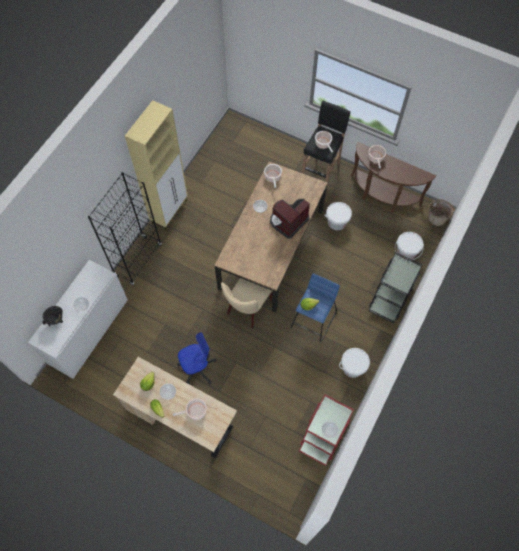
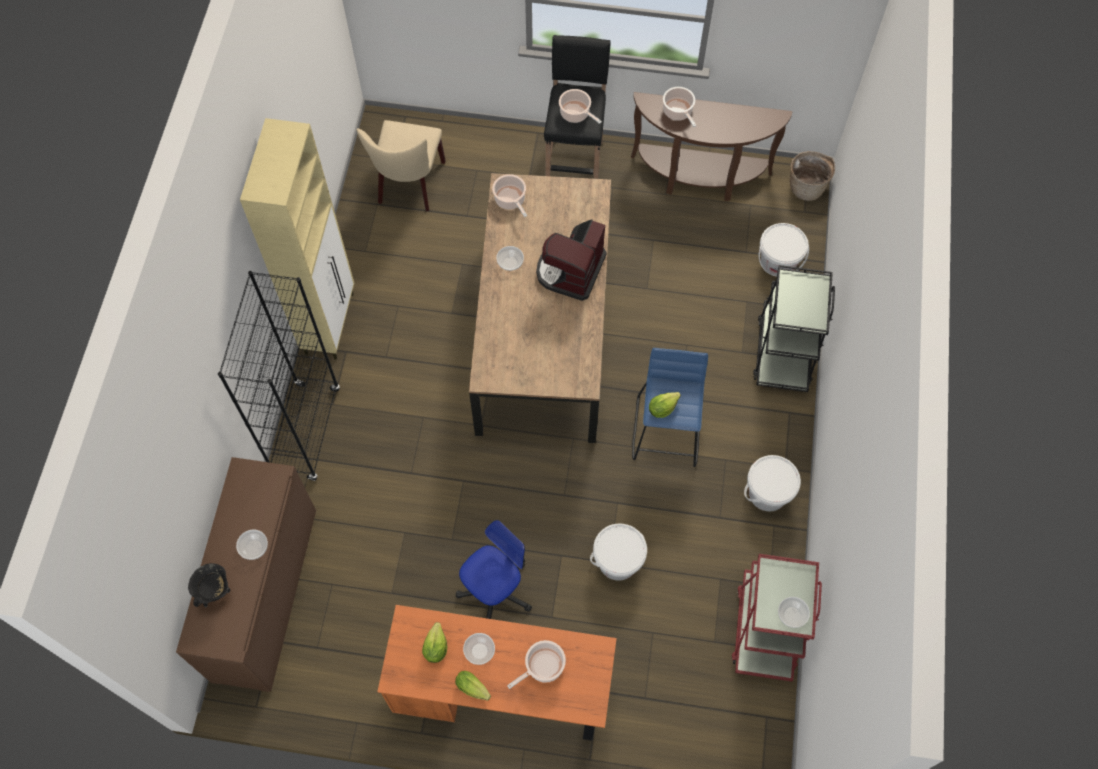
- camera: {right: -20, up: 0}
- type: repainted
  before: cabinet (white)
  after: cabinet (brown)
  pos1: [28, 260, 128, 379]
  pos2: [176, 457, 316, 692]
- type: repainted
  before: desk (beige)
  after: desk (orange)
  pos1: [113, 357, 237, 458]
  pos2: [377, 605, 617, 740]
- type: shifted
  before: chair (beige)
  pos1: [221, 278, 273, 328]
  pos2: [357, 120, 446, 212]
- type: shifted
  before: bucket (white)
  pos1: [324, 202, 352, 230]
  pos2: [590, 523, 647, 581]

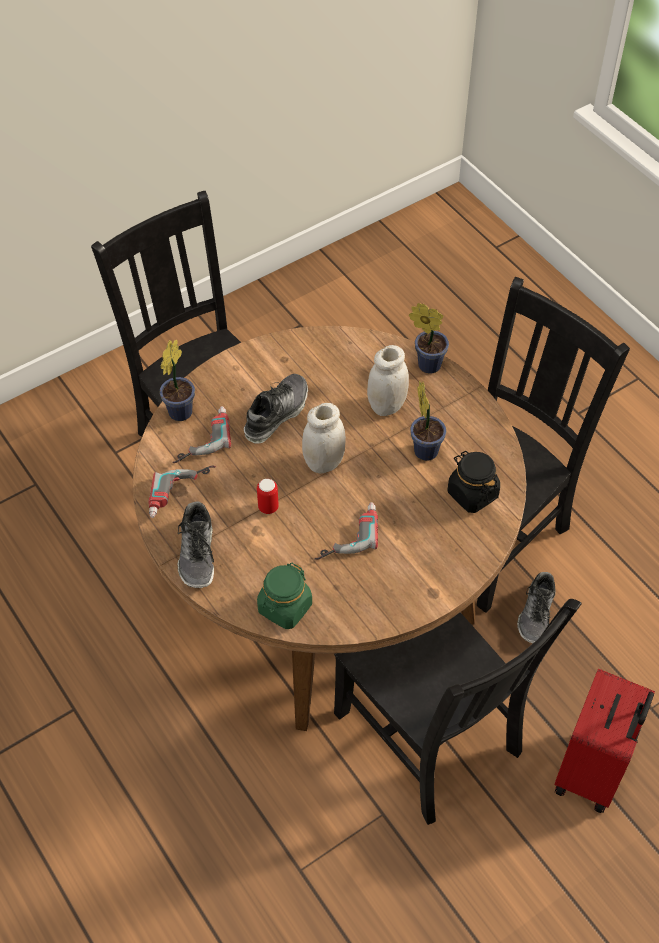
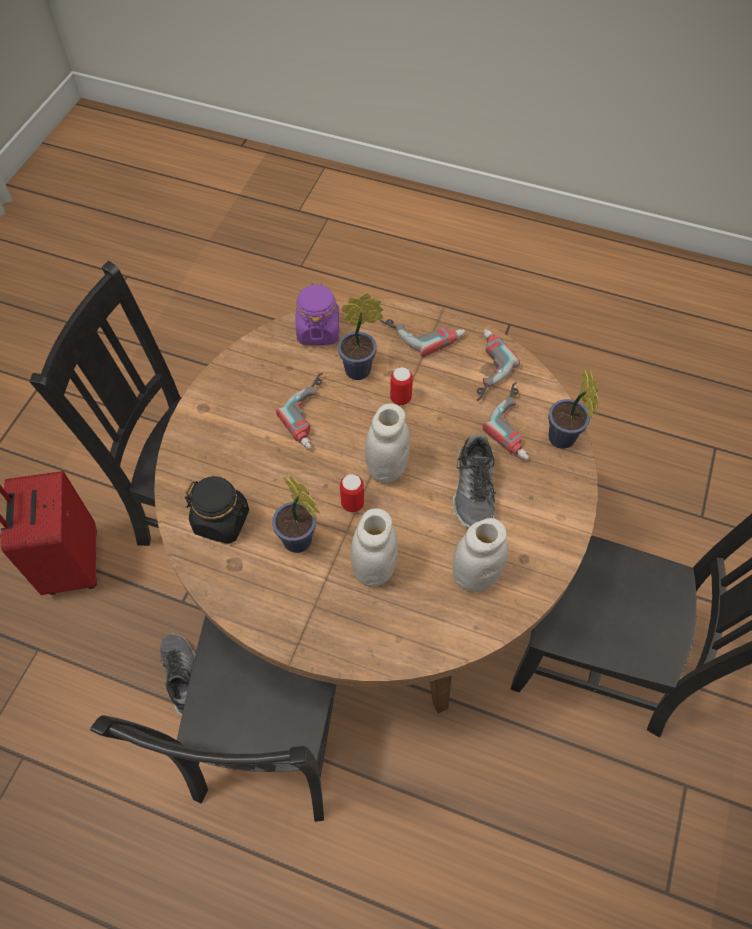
- camera: {right: 145, up: 5}
- type: swapped
  before: shoe
  after: power drill
  pos1: [178, 502, 214, 588]
  pos2: [380, 319, 465, 357]
- type: repainted
  before: jar (green)
  after: jar (purple)
  pos1: [257, 563, 312, 629]
  pos2: [296, 283, 339, 345]
- type: shifted
  before: potted plant
  pos1: [409, 303, 449, 374]
  pos2: [338, 293, 383, 380]
- type: new
  after: can
  pos2: [340, 474, 364, 512]
- type: new
  after: jar (white)
  pos2: [452, 518, 508, 592]

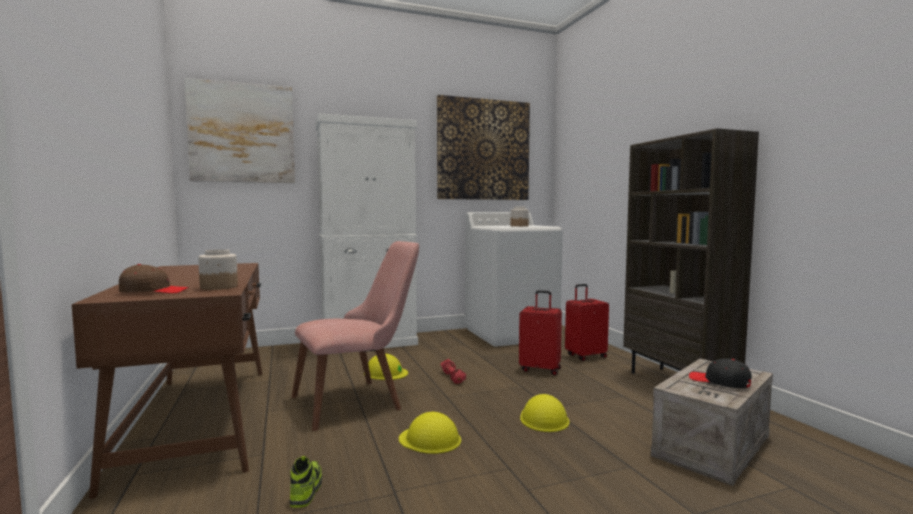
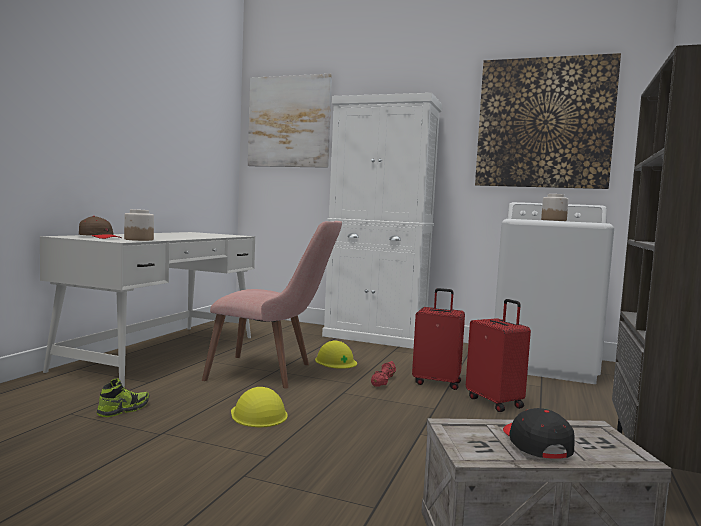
- camera: {right: 40, up: 0}
- type: repainted
  before: desk (brown)
  after: desk (white)
  pos1: [72, 263, 262, 499]
  pos2: [40, 232, 255, 387]
- type: gone
  before: hard hat (yellow)
  pos1: [520, 394, 570, 432]
- type: shifted
  before: suitcase (red)
  pos1: [565, 284, 609, 361]
  pos2: [412, 288, 465, 390]

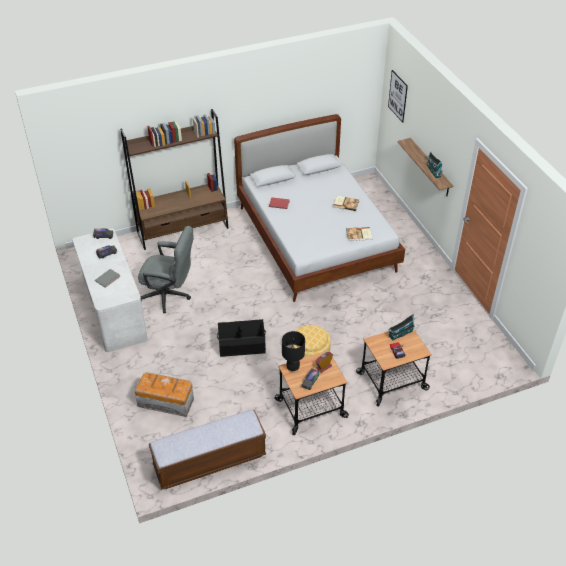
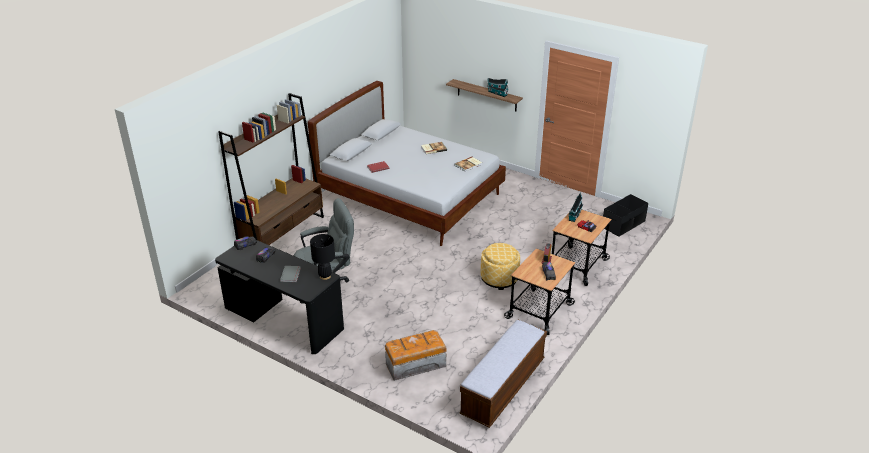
- camera: {right: -35, up: -10}
- type: repainted
  before: desk (white)
  after: desk (black)
  pos1: [72, 229, 148, 352]
  pos2: [215, 240, 344, 354]
- type: shifted
  before: storage box (black)
  pos1: [217, 319, 266, 357]
  pos2: [603, 194, 648, 237]
- type: shifted
  before: table lamp (black)
  pos1: [282, 331, 305, 373]
  pos2: [310, 234, 335, 280]
- type: gone
  before: picture
  pos1: [388, 70, 408, 123]

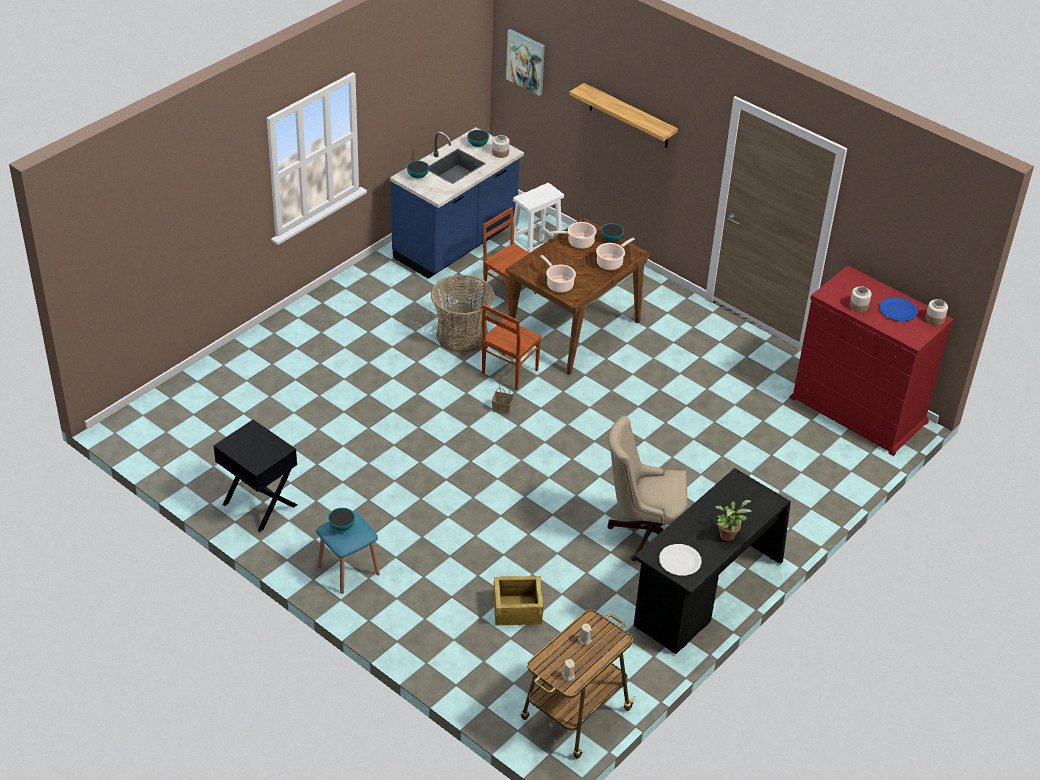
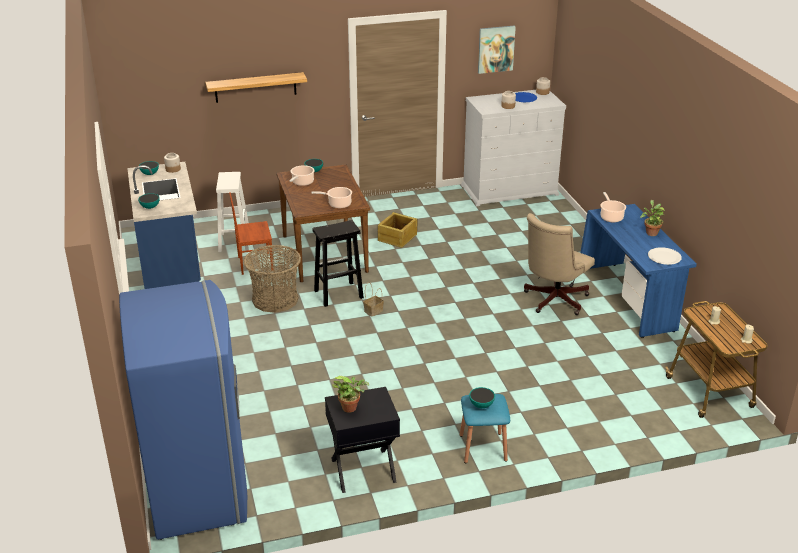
- camera: {right: -55, up: -10}
- type: swapped
  before: chair (brown)
  after: stool (black)
  pos1: [482, 304, 542, 390]
  pos2: [312, 220, 364, 307]
- type: shifted
  before: crate
  pos1: [494, 576, 544, 625]
  pos2: [378, 212, 417, 248]
- type: shifted
  before: picture
  pos1: [506, 29, 545, 96]
  pos2: [478, 26, 516, 74]
- type: shifted
  before: cooking pot
  pos1: [596, 238, 635, 270]
  pos2: [600, 192, 626, 222]
- type: repainted
  before: desk (black)
  after: desk (blue)
  pos1: [633, 468, 791, 654]
  pos2: [580, 204, 697, 338]
- type: repainted
  before: dresser (red)
  after: dresser (white)
  pos1: [789, 266, 954, 456]
  pos2: [461, 90, 566, 207]
- type: new
  after: fridge (blue)
  pos2: [119, 280, 247, 540]
- type: new
  after: potted plant
  pos2: [332, 376, 370, 413]

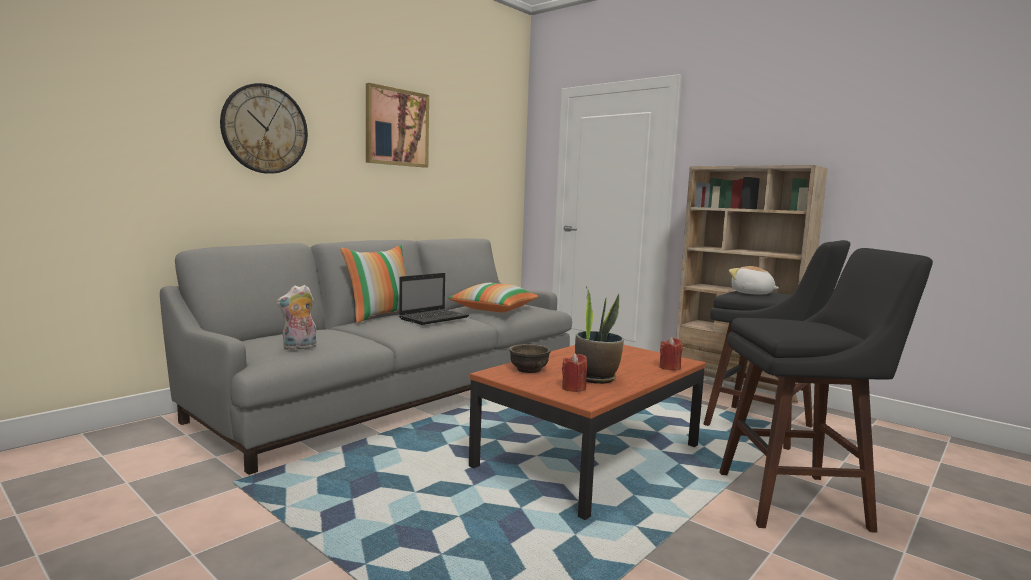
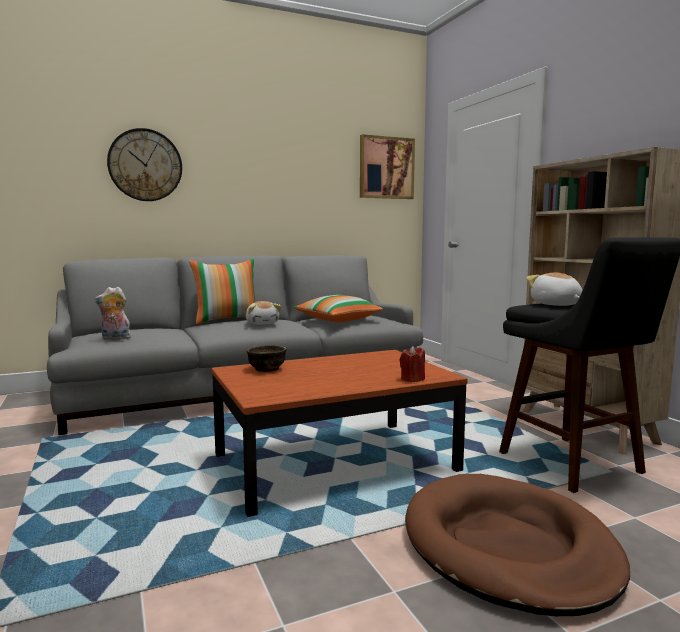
- camera: {right: 25, up: 0}
- type: shifted
  before: picture
  pos1: [366, 83, 429, 168]
  pos2: [360, 134, 415, 199]
- type: swapped
  before: laptop
  after: plush toy
  pos1: [399, 273, 469, 325]
  pos2: [246, 301, 281, 325]
- type: gone
  before: candle (red)
  pos1: [562, 353, 587, 392]
- type: gone
  before: potted plant
  pos1: [575, 287, 624, 384]
- type: swapped
  before: stool (black)
  after: dog bed (brown)
  pos1: [720, 248, 933, 533]
  pos2: [405, 474, 630, 616]

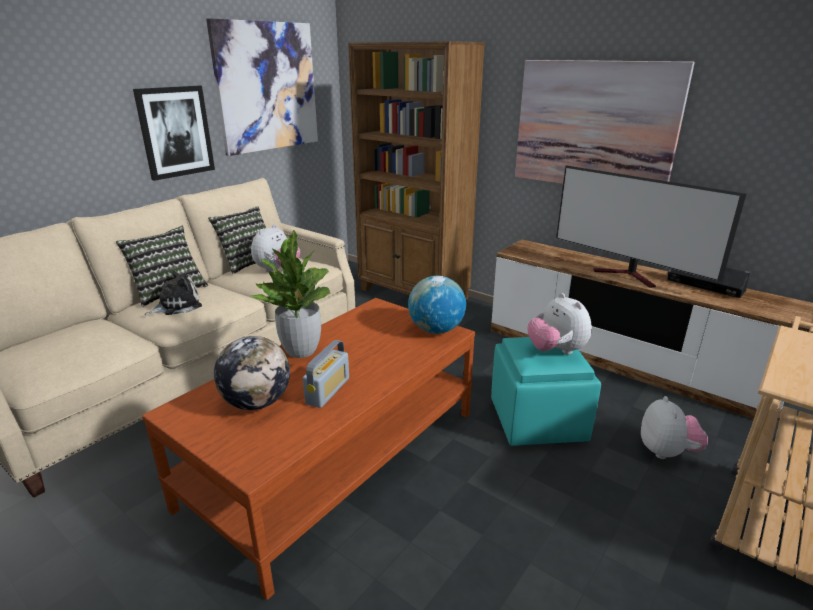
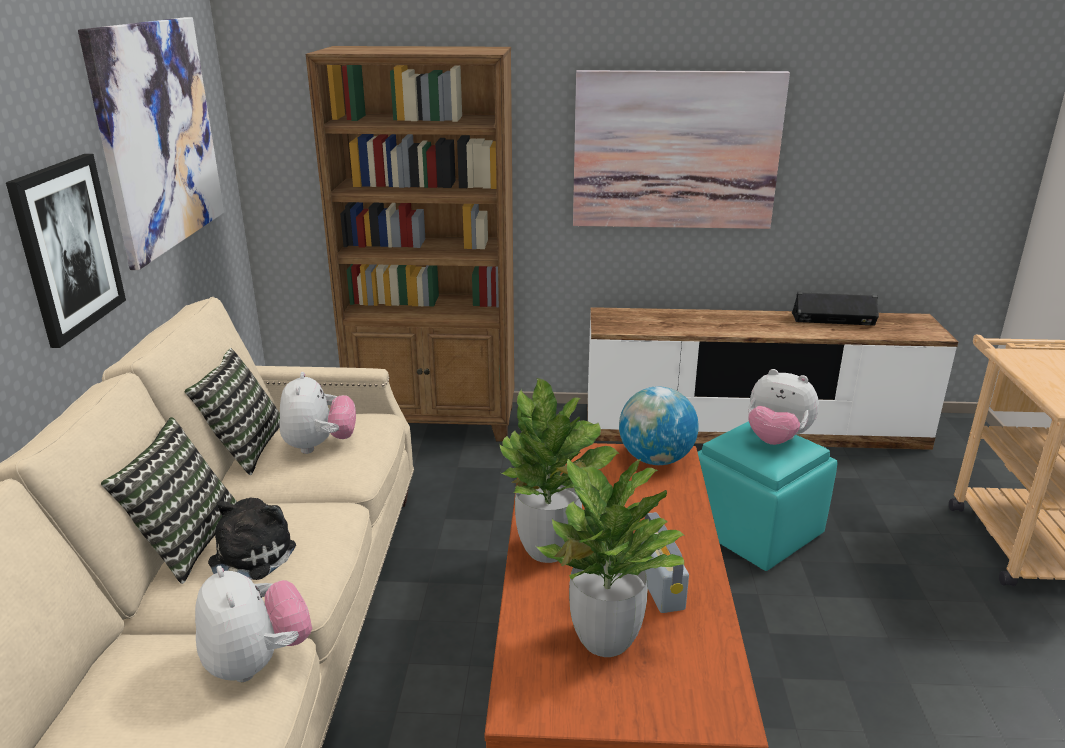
- camera: {right: -35, up: 0}
- type: swapped
  before: globe
  after: potted plant
  pos1: [214, 336, 290, 410]
  pos2: [536, 457, 684, 657]
- type: gone
  before: television
  pos1: [556, 165, 746, 288]
- type: shifted
  before: plush toy
  pos1: [641, 396, 708, 459]
  pos2: [195, 566, 312, 682]

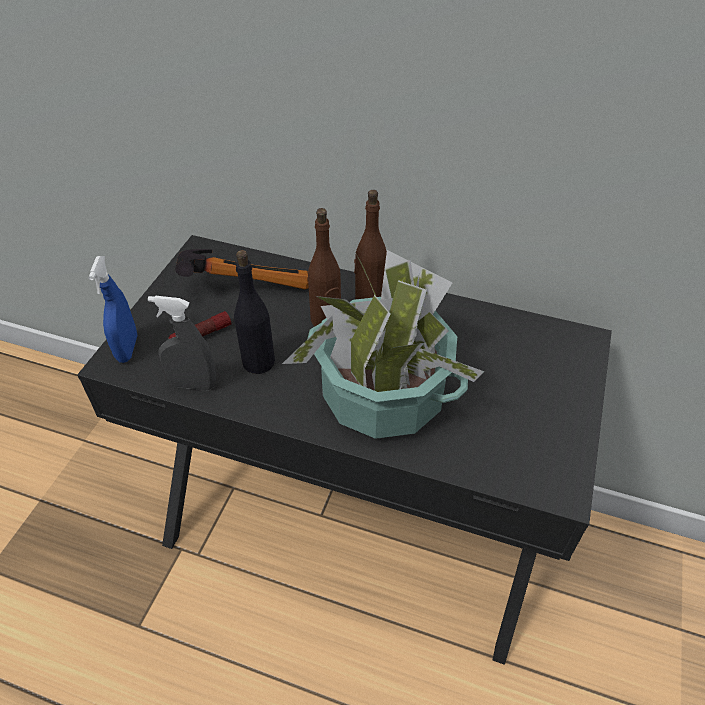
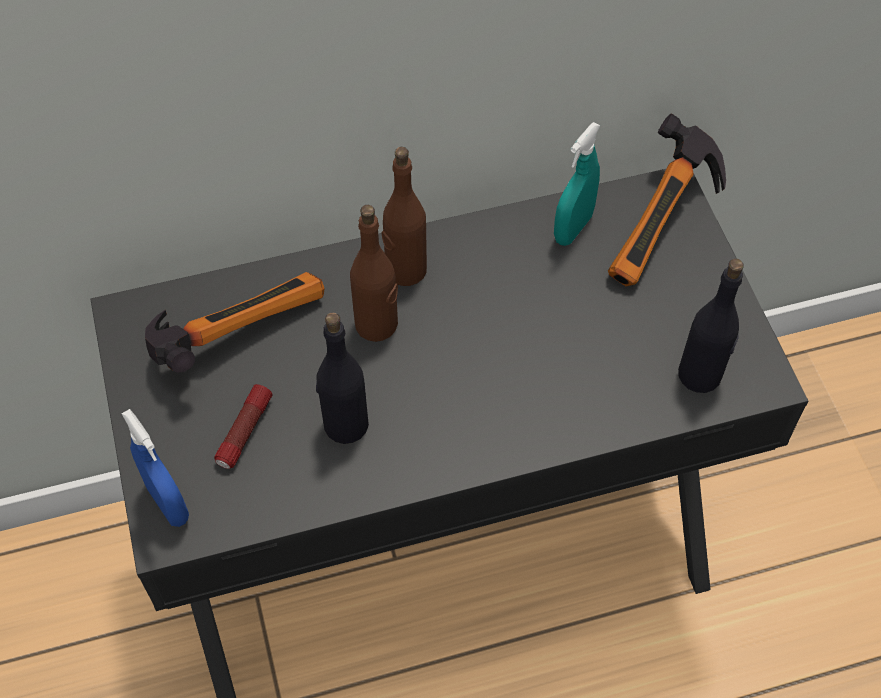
- camera: {right: -35, up: 10}
- type: gone
  before: spray bottle (grey)
  pos1: [148, 296, 216, 390]
- type: gone
  before: potted plant
  pos1: [282, 250, 484, 439]
- type: new
  after: spray bottle (turquoise)
  pos2: [554, 122, 601, 246]
- type: new
  after: hammer
  pos2: [608, 113, 726, 286]
- type: new
  after: bottle (black)
  pos2: [678, 259, 744, 393]

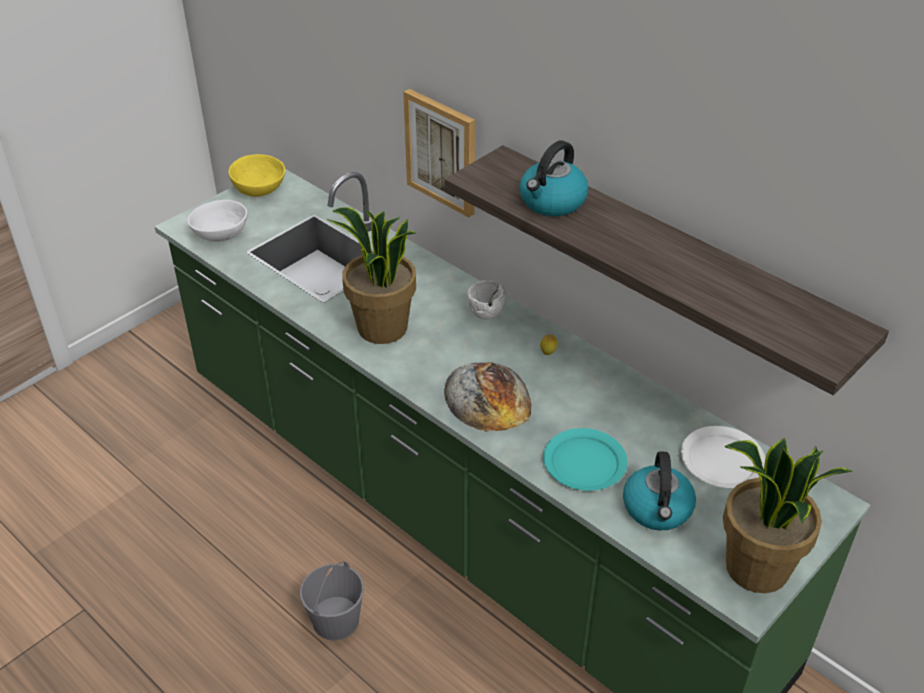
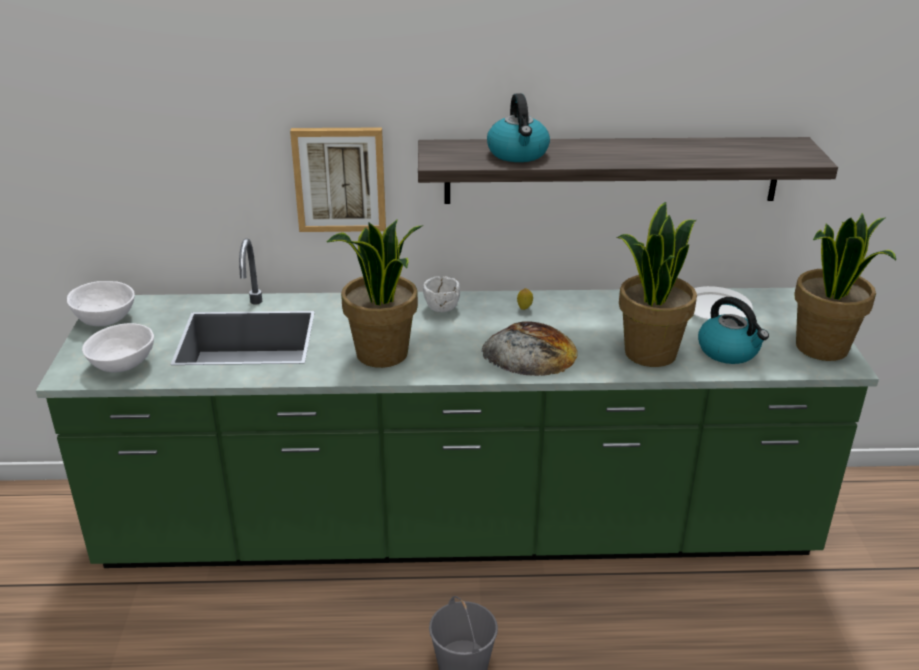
- camera: {right: -45, up: -10}
- type: repainted
  before: bowl (yellow)
  after: bowl (white)
  pos1: [229, 154, 285, 197]
  pos2: [67, 281, 135, 326]
- type: swapped
  before: plate (turquoise)
  after: potted plant
  pos1: [543, 428, 628, 491]
  pos2: [616, 202, 697, 367]

